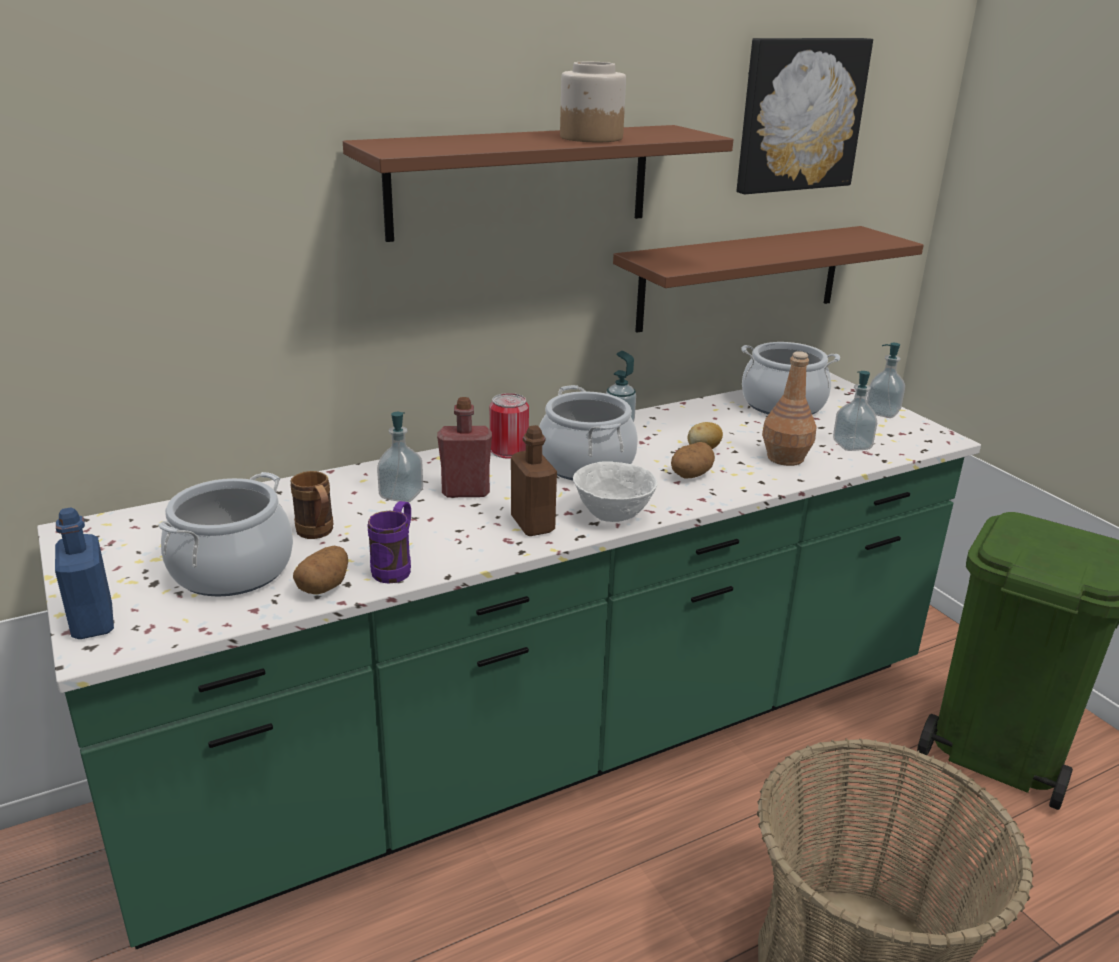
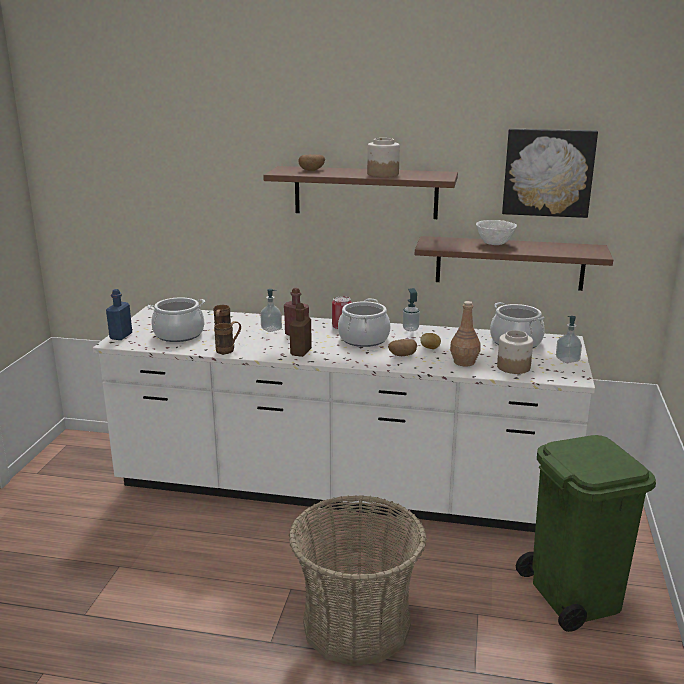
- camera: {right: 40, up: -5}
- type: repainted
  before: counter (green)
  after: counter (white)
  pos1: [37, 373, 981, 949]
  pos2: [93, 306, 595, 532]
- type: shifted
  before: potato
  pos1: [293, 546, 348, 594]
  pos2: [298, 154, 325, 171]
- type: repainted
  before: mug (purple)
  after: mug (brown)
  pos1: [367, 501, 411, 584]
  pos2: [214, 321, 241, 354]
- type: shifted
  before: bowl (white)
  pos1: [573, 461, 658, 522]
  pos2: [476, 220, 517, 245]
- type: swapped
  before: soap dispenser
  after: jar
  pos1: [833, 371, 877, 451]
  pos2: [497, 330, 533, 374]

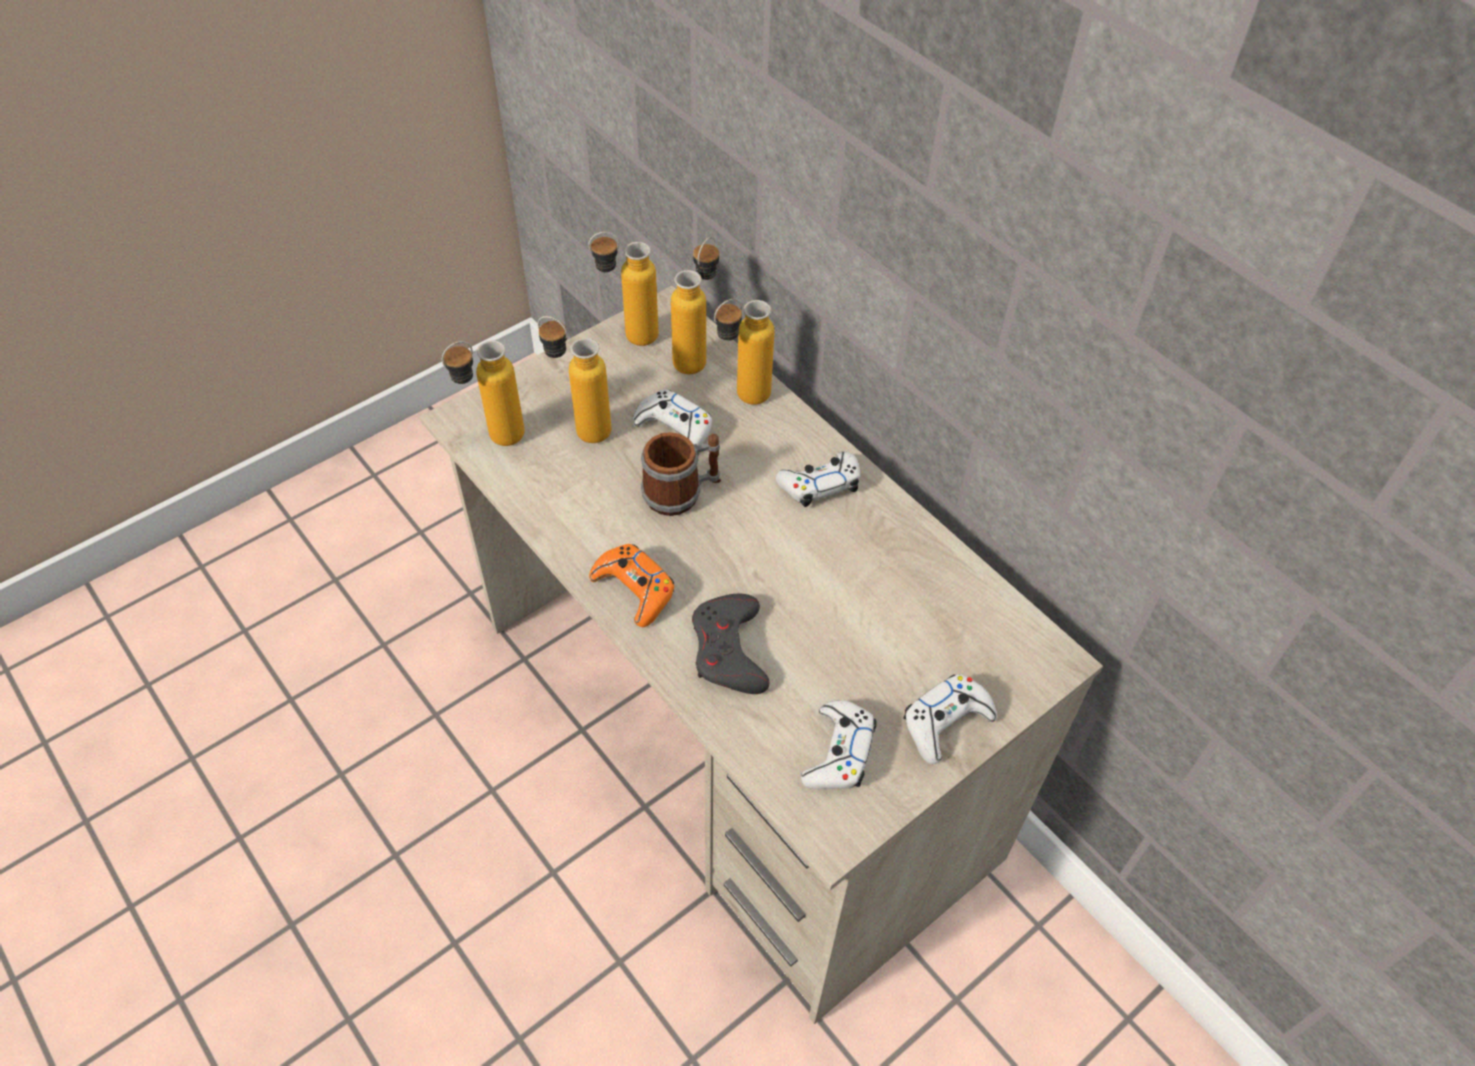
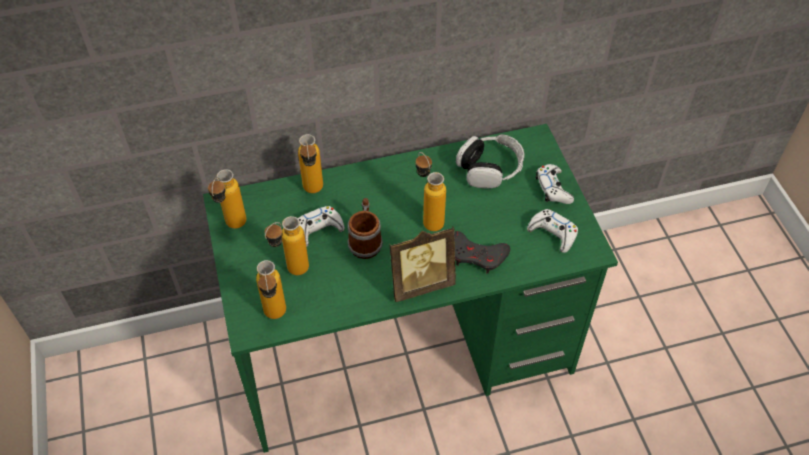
- camera: {right: -65, up: 0}
- type: repainted
  before: desk (beige)
  after: desk (green)
  pos1: [420, 286, 1103, 1024]
  pos2: [203, 124, 618, 453]
- type: swapped
  before: game controller (orange)
  after: picture frame
  pos1: [589, 544, 674, 627]
  pos2: [389, 226, 456, 302]
- type: shifted
  before: bottle
  pos1: [671, 237, 719, 374]
  pos2: [416, 152, 446, 231]
- type: gone
  before: game controller (white)
  pos1: [776, 451, 860, 507]
- type: new
  after: headphones
  pos2: [456, 134, 525, 189]

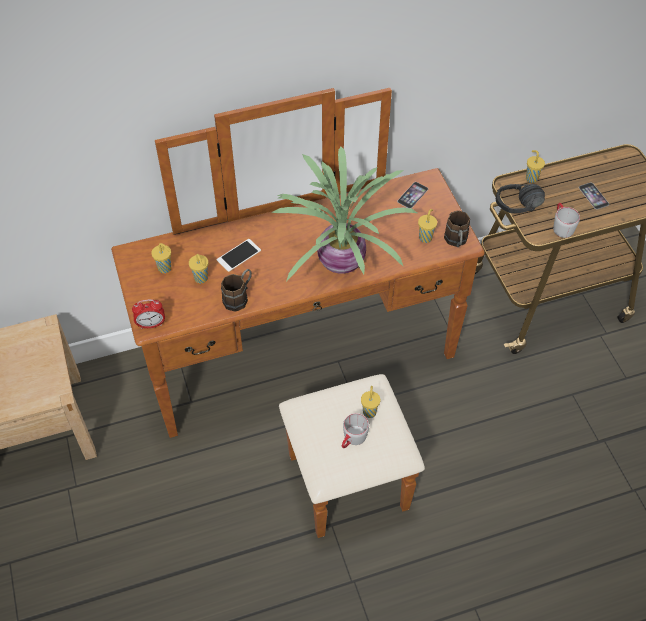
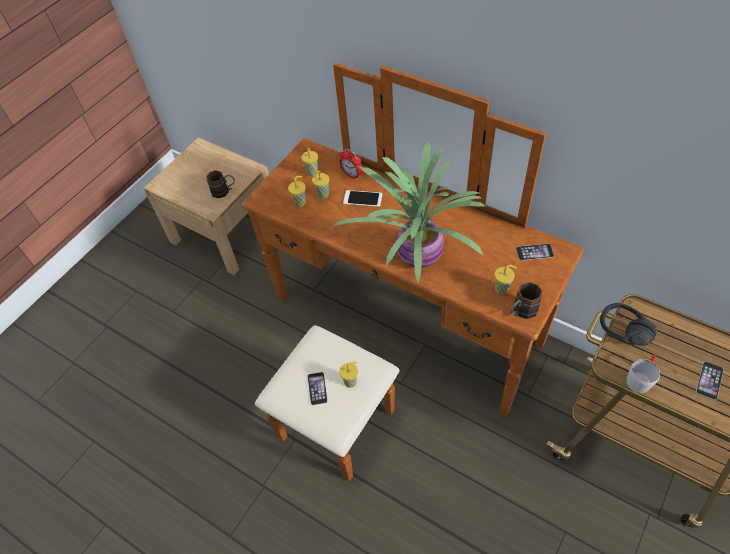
- camera: {right: 55, up: 0}
- type: shifted
  before: alarm clock
  pos1: [132, 299, 165, 329]
  pos2: [340, 149, 363, 180]
- type: shifted
  before: mug (brown)
  pos1: [221, 269, 252, 311]
  pos2: [206, 170, 235, 198]
- type: swapped
  before: mug (grey)
  after: phone
  pos1: [342, 413, 369, 448]
  pos2: [308, 372, 328, 405]
- type: shifted
  before: cup (yellow)
  pos1: [526, 150, 545, 183]
  pos2: [288, 176, 306, 207]

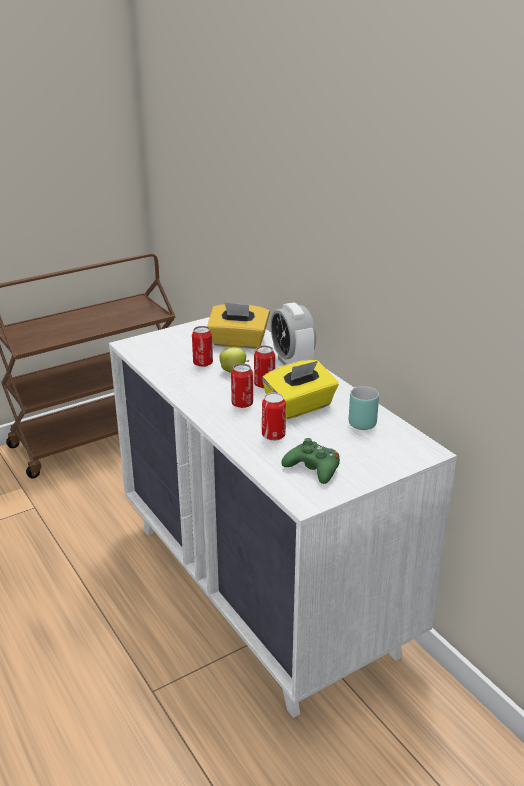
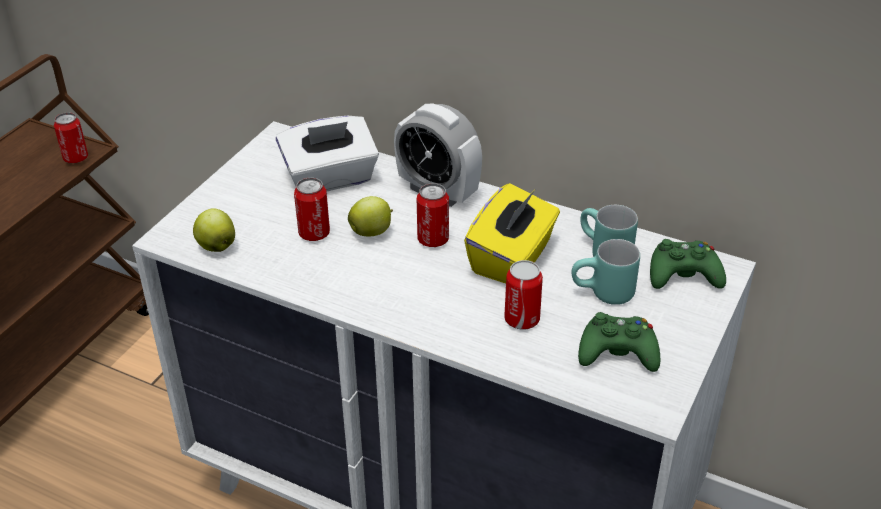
- camera: {right: -30, up: 10}
- type: repainted
  before: tissue box (yellow)
  after: tissue box (white)
  pos1: [207, 302, 270, 349]
  pos2: [276, 116, 379, 192]
- type: shifted
  before: can
  pos1: [231, 363, 253, 408]
  pos2: [54, 112, 88, 163]
- type: new
  after: apple
  pos2: [193, 208, 235, 252]
- type: new
  after: mug (turquoise)
  pos2: [572, 239, 640, 305]
- type: new
  after: game controller (green)
  pos2: [650, 239, 726, 289]

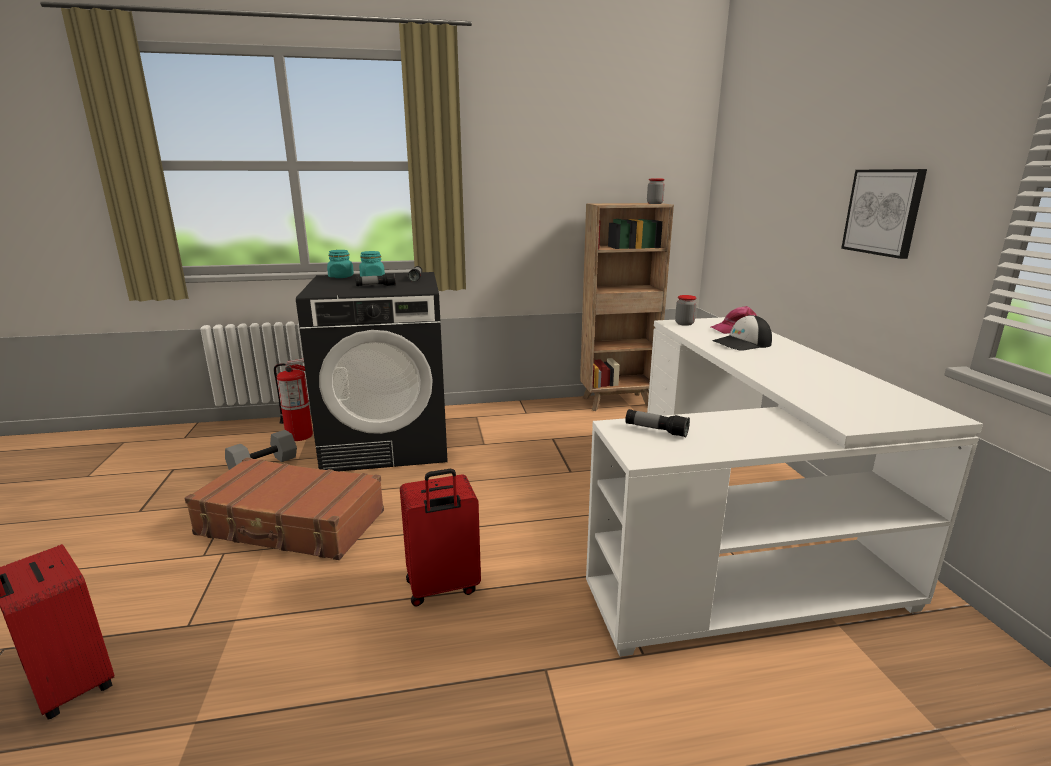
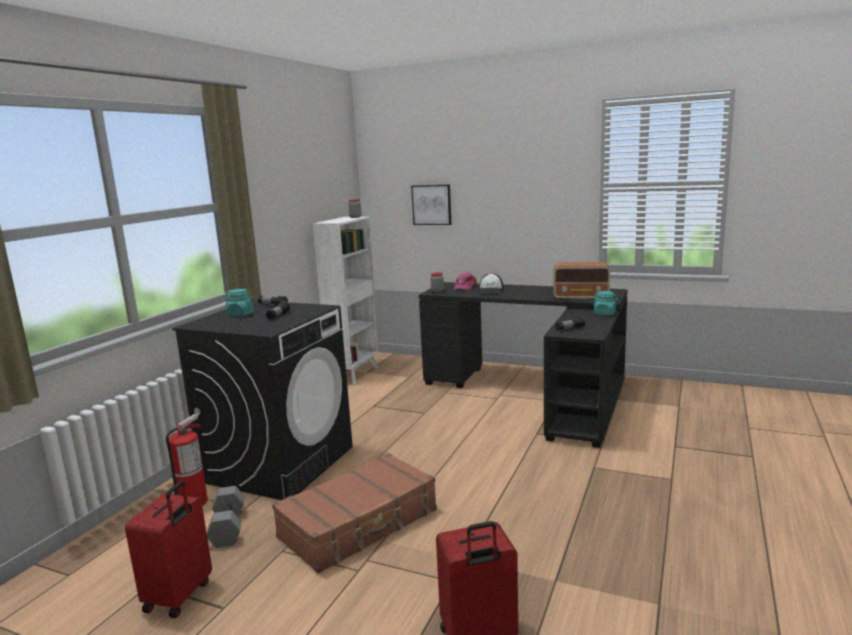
- camera: {right: -55, up: -5}
- type: shifted
  before: jar (turquoise)
  pos1: [327, 250, 354, 278]
  pos2: [593, 291, 619, 315]
- type: shifted
  before: suitcase (red)
  pos1: [400, 469, 481, 607]
  pos2: [125, 481, 212, 618]
- type: repainted
  before: bookcase (brown)
  after: bookcase (white)
  pos1: [580, 203, 674, 411]
  pos2: [313, 217, 379, 384]
- type: repainted
  before: desk (white)
  after: desk (black)
  pos1: [586, 317, 983, 657]
  pos2: [419, 282, 628, 448]
- type: shifted
  before: picture
  pos1: [841, 169, 927, 259]
  pos2: [411, 185, 451, 225]
- type: new
  after: radio
  pos2: [554, 262, 610, 300]

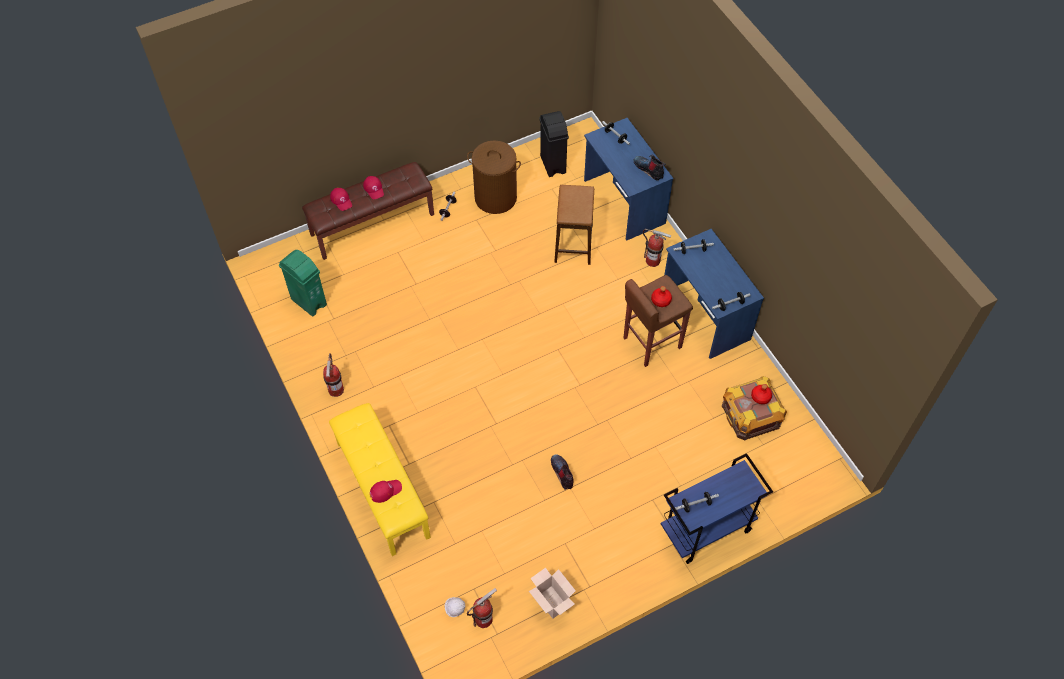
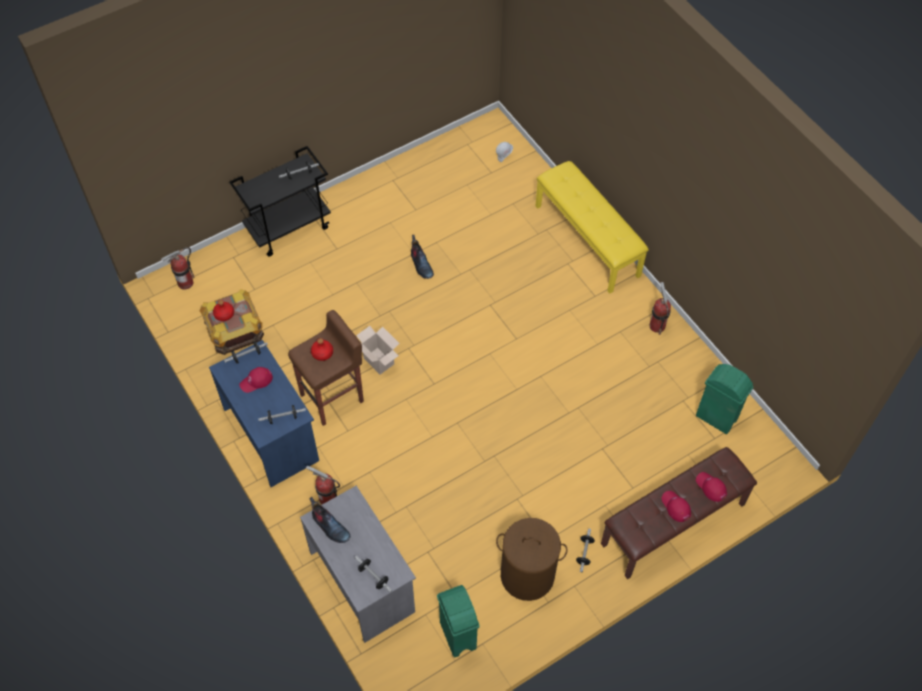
- camera: {right: 175, up: 0}
- type: shifted
  before: cap (red)
  pos1: [370, 480, 402, 503]
  pos2: [239, 367, 273, 393]
- type: shifted
  before: fire extinguisher
  pos1: [467, 588, 497, 628]
  pos2: [161, 247, 195, 290]
- type: shifted
  before: cardboard box
  pos1: [529, 568, 576, 619]
  pos2: [356, 326, 399, 375]
- type: repainted
  before: trash can (black)
  after: trash can (green)
  pos1: [539, 111, 569, 177]
  pos2: [437, 585, 480, 657]
- type: gone
  before: stool
  pos1: [554, 185, 594, 265]
- type: repainted
  before: desk (blue)
  after: desk (grey)
  pos1: [584, 118, 673, 241]
  pos2: [300, 486, 416, 643]
- type: repainted
  before: cart (blue)
  after: cart (black)
  pos1: [661, 453, 773, 564]
  pos2: [229, 146, 331, 257]

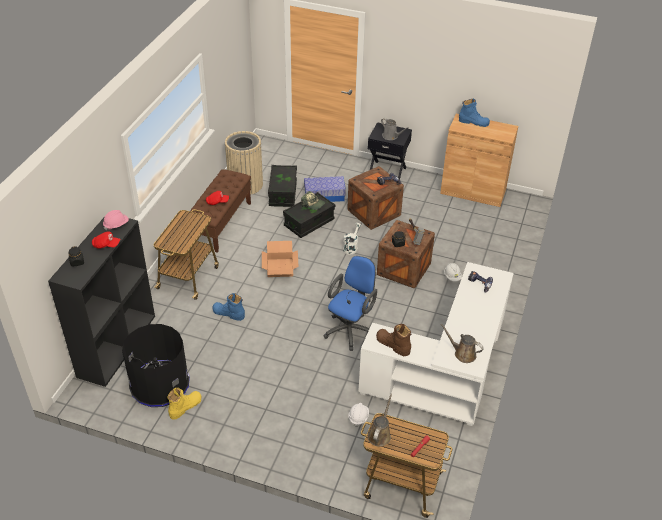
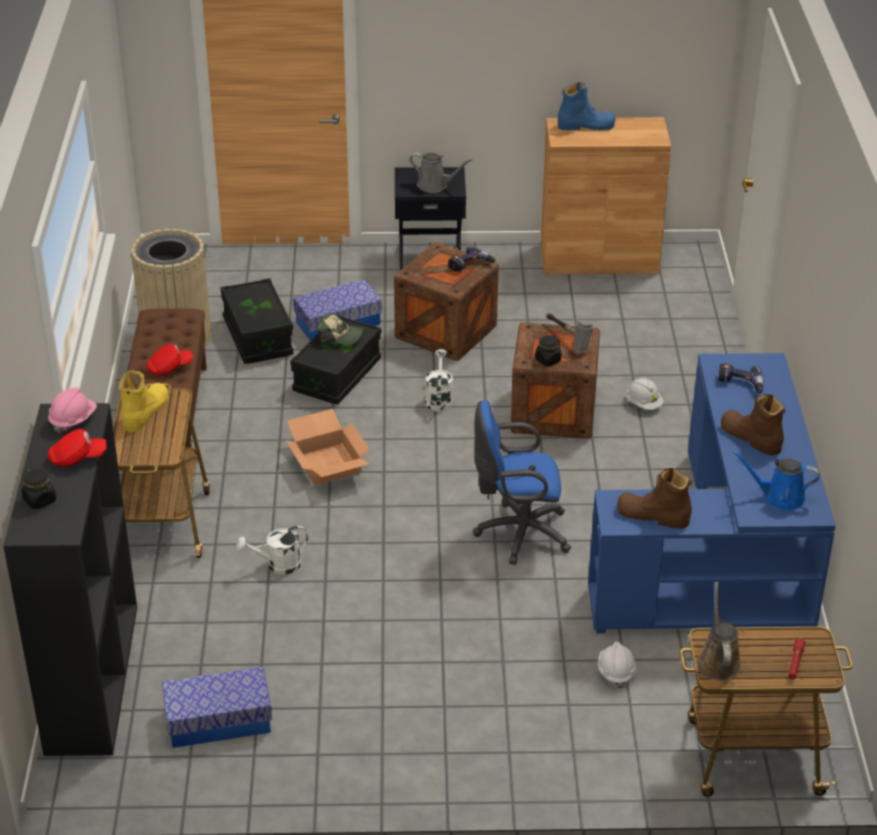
- camera: {right: -20, up: -5}
- type: swapped
  before: trash can (black)
  after: storage box
  pos1: [122, 324, 190, 407]
  pos2: [162, 667, 272, 748]
- type: shifted
  before: boot (yellow)
  pos1: [167, 388, 202, 420]
  pos2: [119, 370, 169, 432]
- type: swapped
  before: boot (blue)
  after: watering can (white)
  pos1: [212, 293, 245, 321]
  pos2: [237, 526, 308, 574]
- type: rotated
  before: office chair (blue)
  pos1: [323, 256, 377, 351]
  pos2: [473, 400, 571, 565]
  turn: -105
- type: repainted
  before: desk (white)
  after: desk (blue)
  pos1: [358, 262, 514, 426]
  pos2: [588, 353, 836, 634]
- type: repainted
  before: watering can (brown)
  after: watering can (blue)
  pos1: [441, 324, 484, 363]
  pos2: [733, 451, 820, 511]
- type: new
  after: boot (brown)
  pos2: [721, 394, 786, 455]

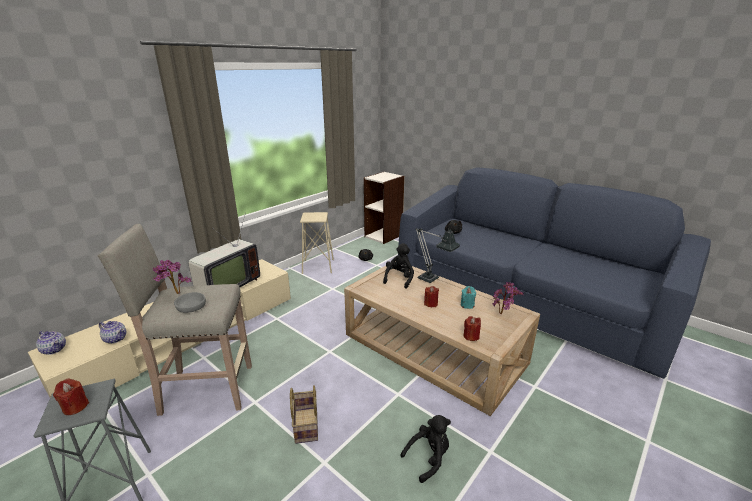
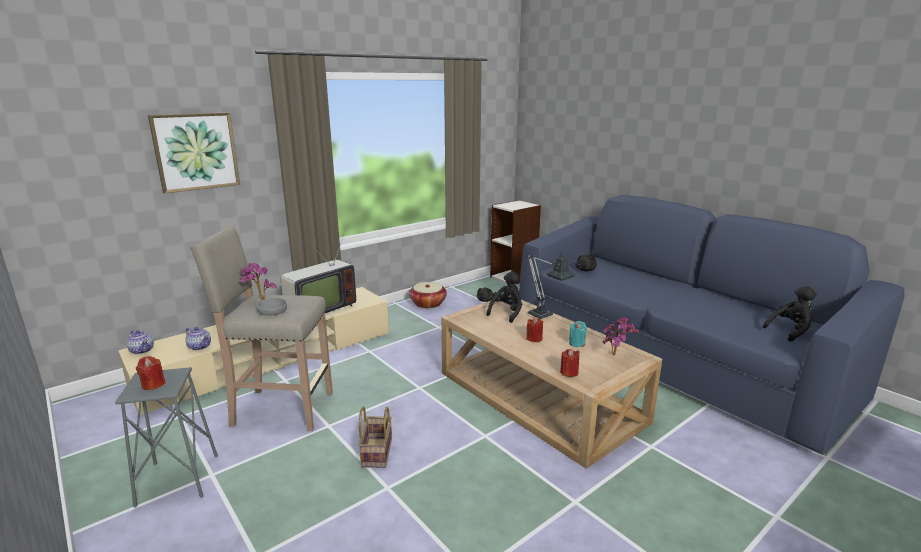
- camera: {right: 10, up: -5}
- type: swapped
  before: stool (beige)
  after: basket
  pos1: [300, 212, 334, 274]
  pos2: [409, 282, 447, 308]
- type: shifted
  before: plush toy (black)
  pos1: [401, 415, 451, 483]
  pos2: [763, 286, 817, 342]
- type: new
  after: picture
  pos2: [148, 112, 240, 194]

